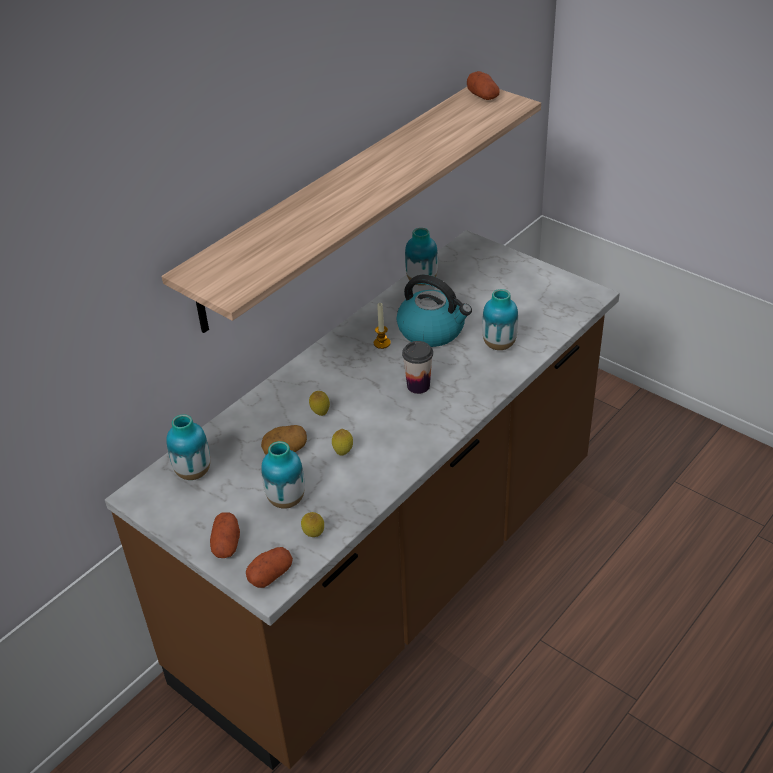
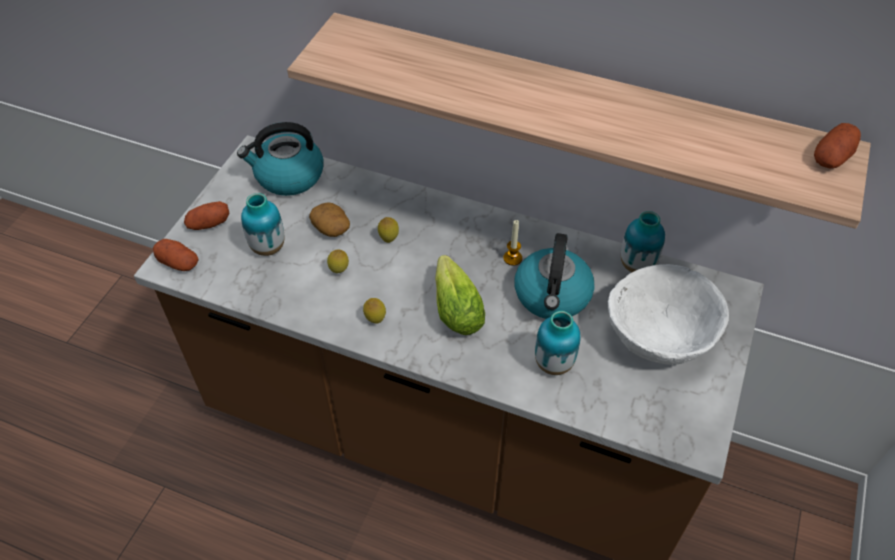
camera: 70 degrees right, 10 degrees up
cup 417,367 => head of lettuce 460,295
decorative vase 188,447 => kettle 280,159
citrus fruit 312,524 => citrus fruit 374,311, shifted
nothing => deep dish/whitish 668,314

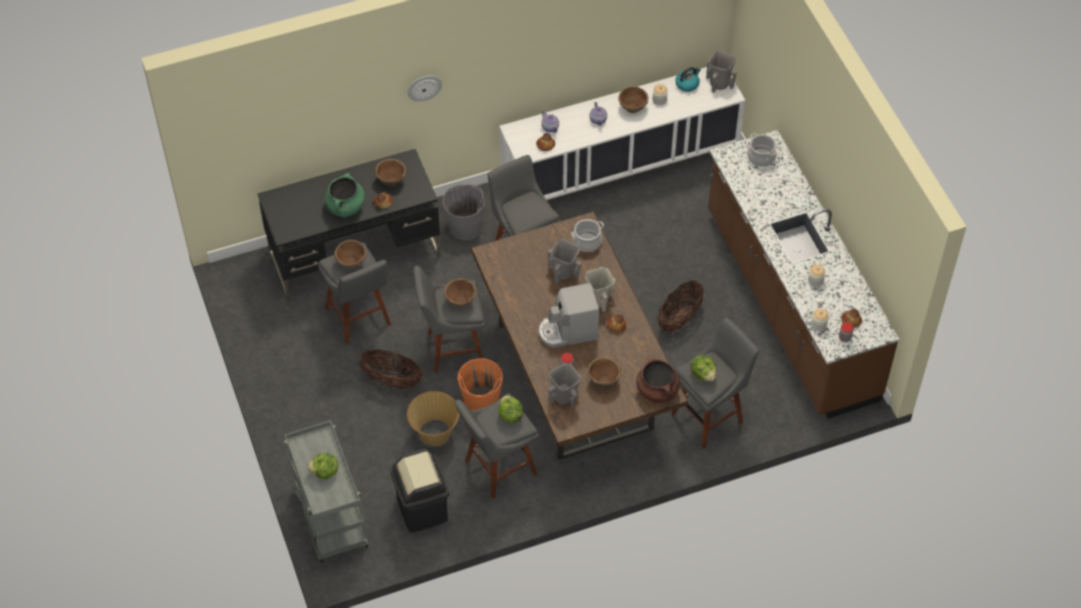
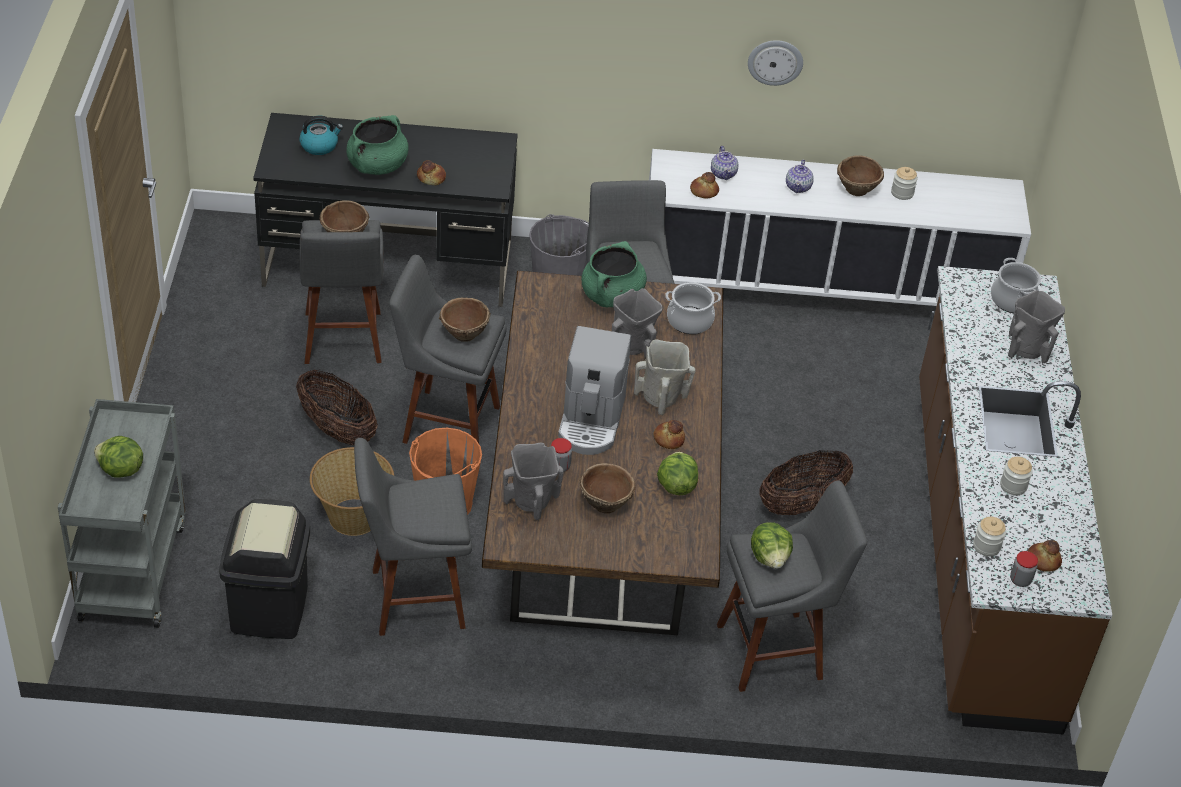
camera: 20 degrees right, 10 degrees down
decorative vase/greyish 721,72 => decorative vase/greyish 1036,327, shifted
kettle 688,79 => kettle 321,135, shifted
wall clock 425,88 => wall clock 775,63, shifted
deep dish/brownish 391,173 => nothing
coffee machine 569,315 => coffee machine 594,390, 90 degrees counterclockwise
cooking pot/brownish 658,380 => nothing
head of lettuce 510,409 => head of lettuce 677,473, shifted
nothing => cooking pot/greenish 614,274

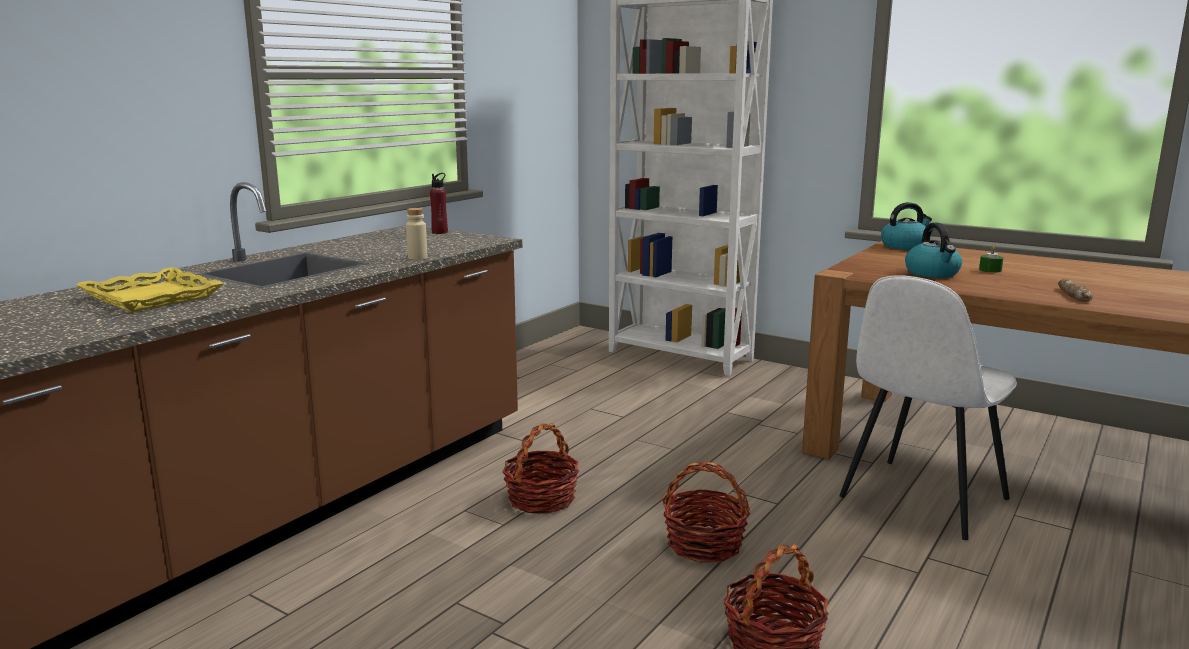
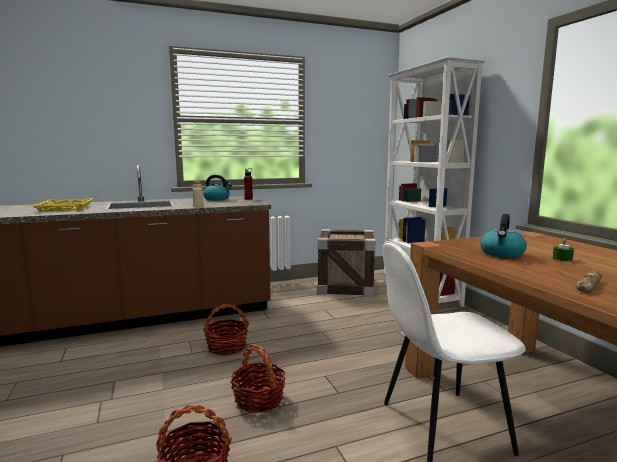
camera: 35 degrees right, 5 degrees down
kettle 906,226 => kettle 217,188, shifted
nothing => packing crate 346,262

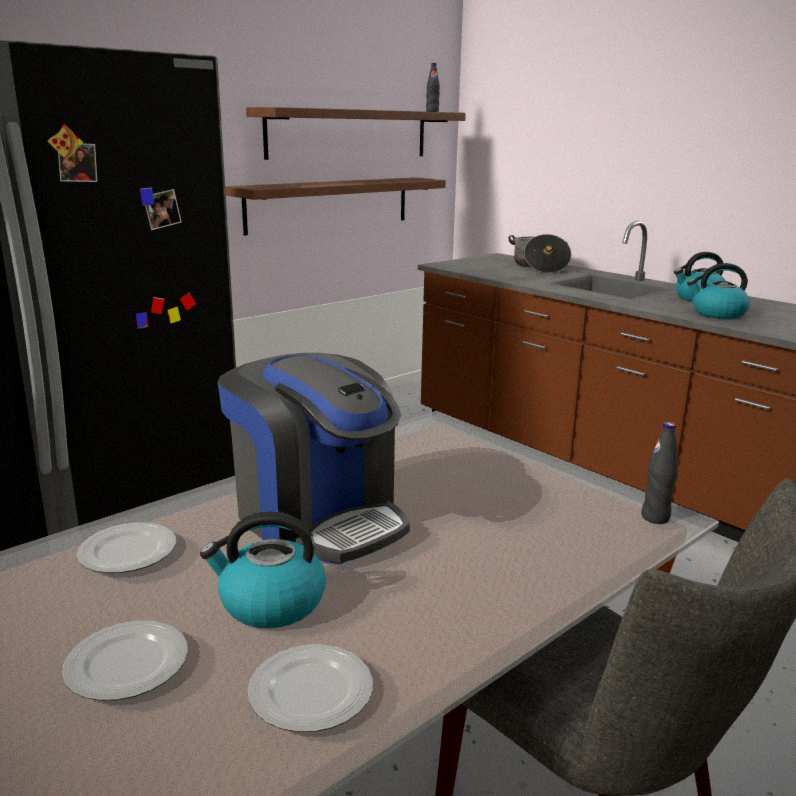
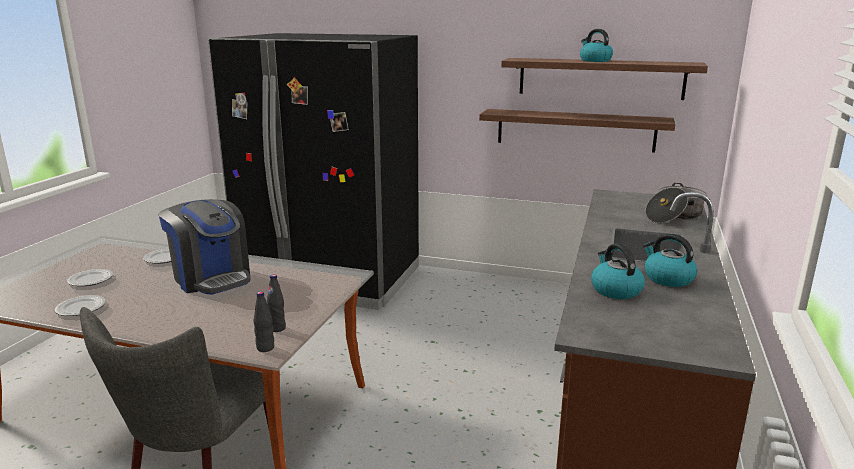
camera: 60 degrees right, 0 degrees up
drink bottle/blackish 433,87 => drink bottle/blackish 276,303, shifted
coffee machine 314,458 => coffee machine 204,247, 60 degrees counterclockwise
kettle 263,569 => kettle 596,45, shifted

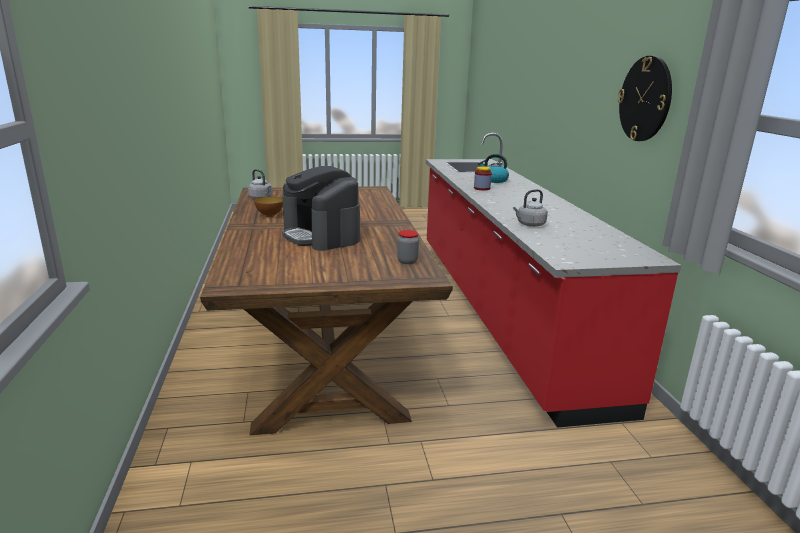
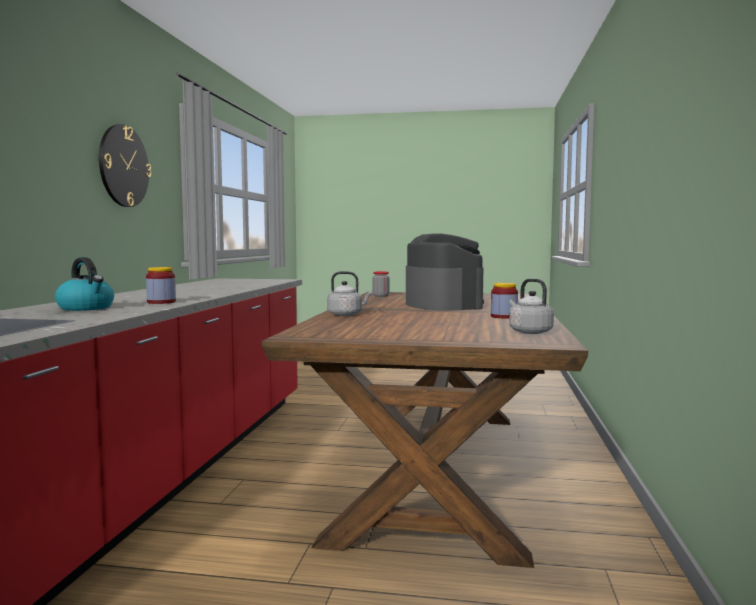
camera: 160 degrees left, 15 degrees down
kettle/greyish 530,208 => kettle/greyish 349,293, shifted
deep dish 268,206 => storage jar 504,301

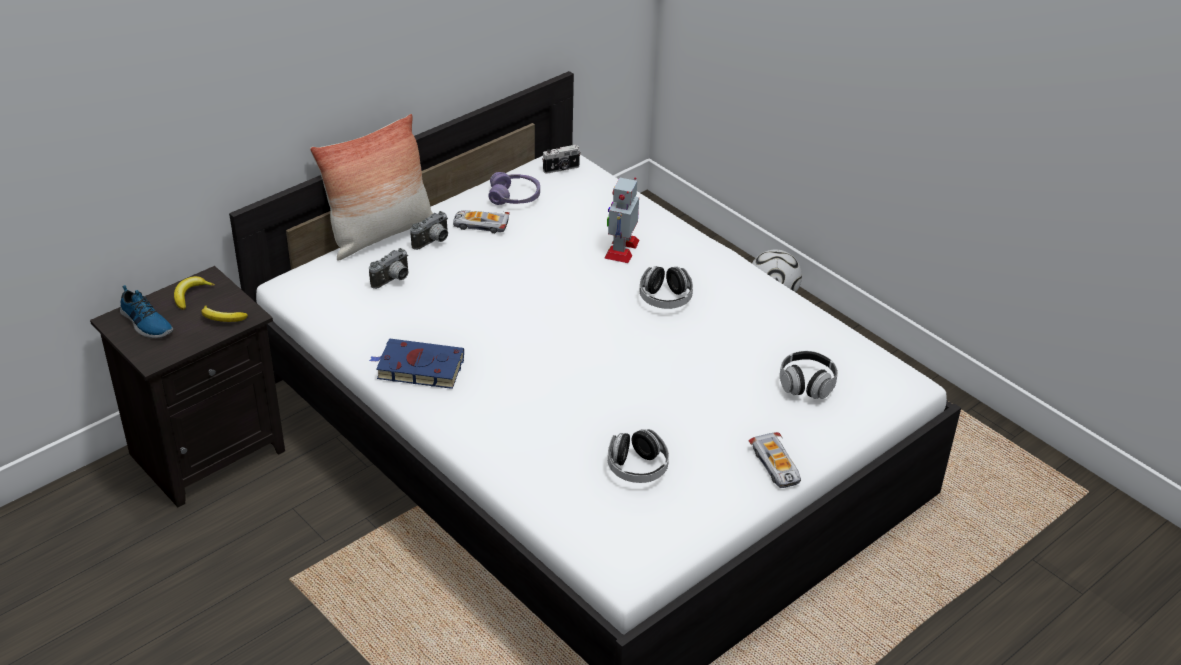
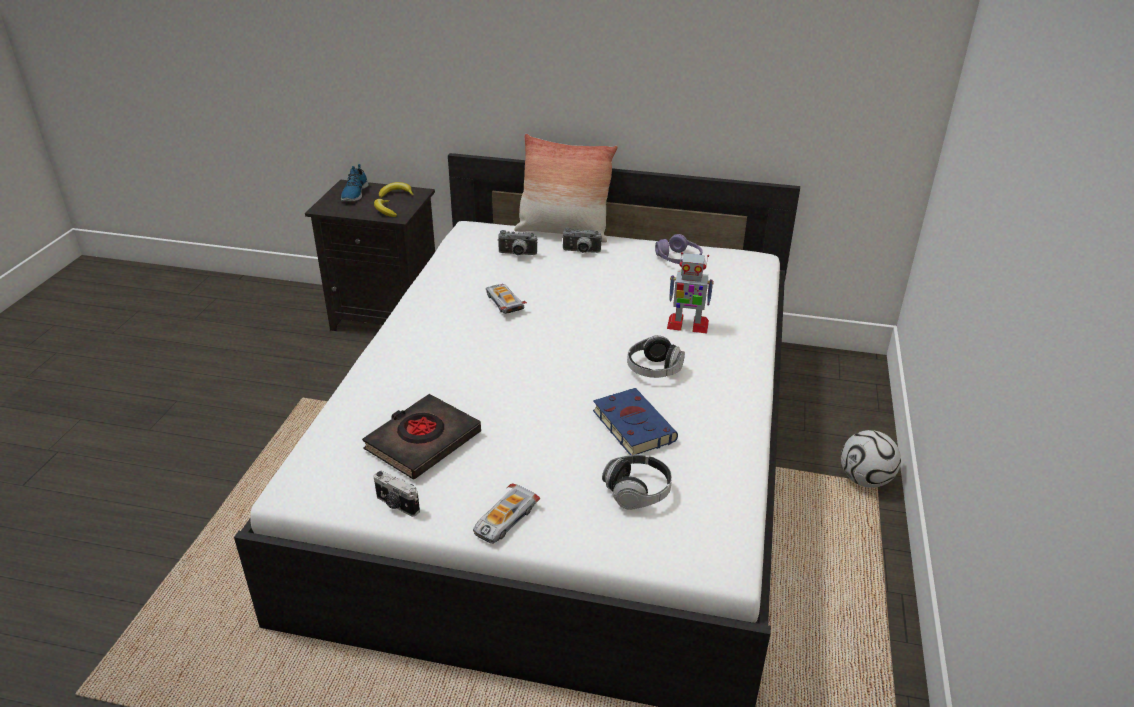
camera: 55 degrees right, 5 degrees down
still camera 561,159 => still camera 397,494, shifted
model robot 622,220 => model robot 690,292, 150 degrees counterclockwise
model car 481,221 => model car 506,299, shifted
volume/bluish 416,363 => volume/bluish 635,422, shifted
headphones 638,456 => volume/blackish 421,437

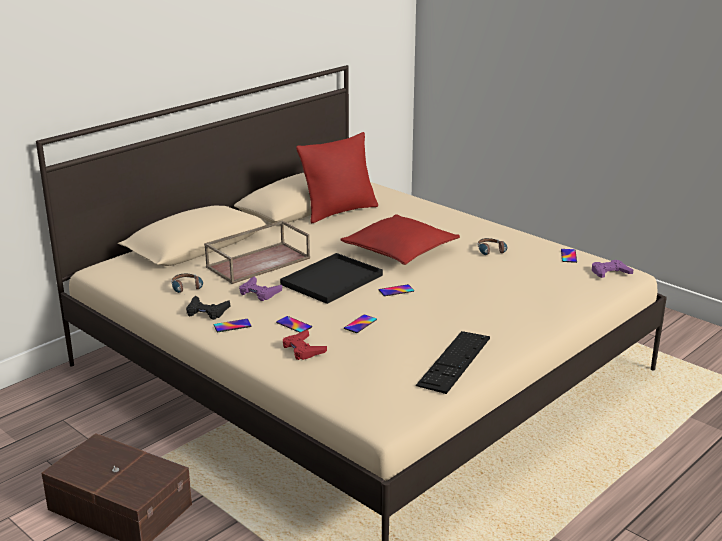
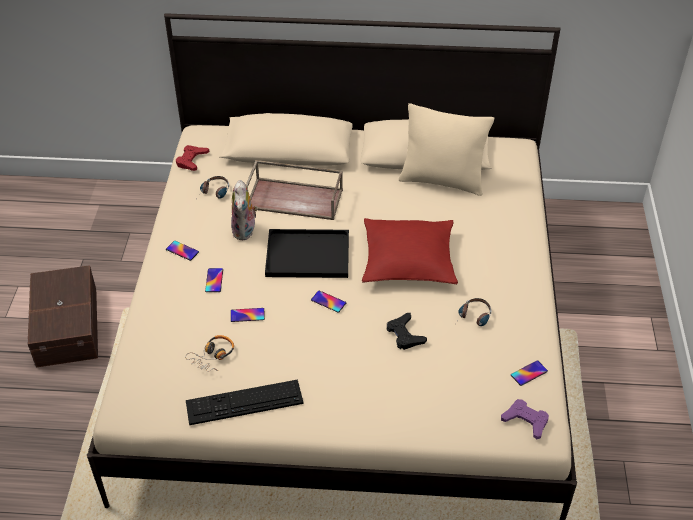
camera: 50 degrees right, 20 degrees up
cushion/reddish 337,178 => cushion/beige-coloured 446,149
game controller/purplish 260,289 => soft toy 244,210
game controller/blackish 208,308 => game controller/blackish 407,331, shifted
game controller/reddish 305,345 => game controller/reddish 192,158, shifted
nothing => headphones 209,353

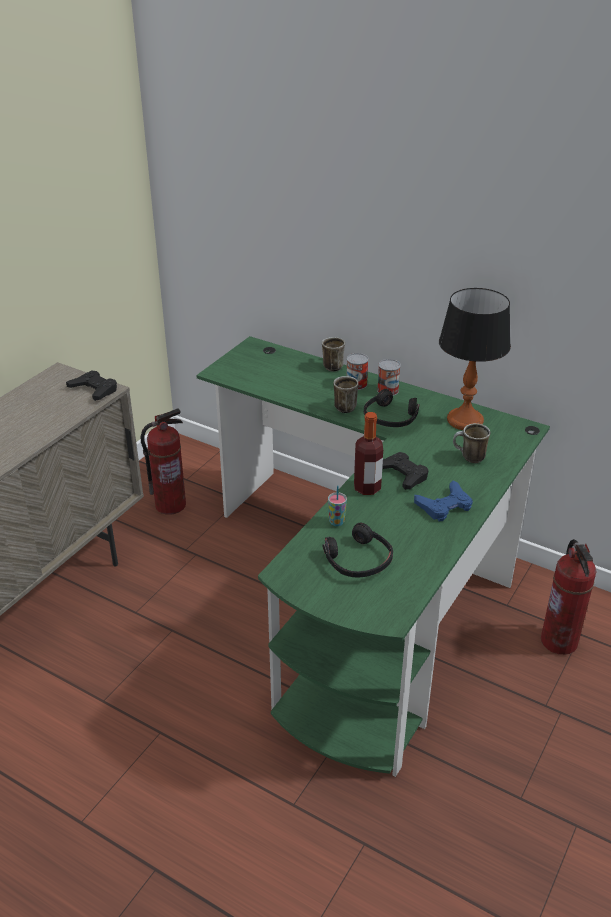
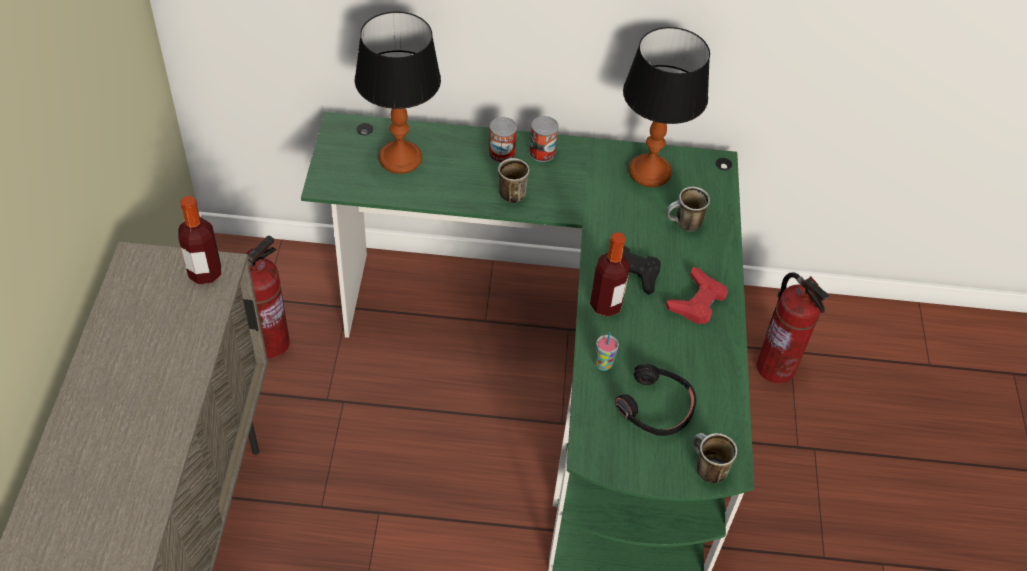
camera: 30 degrees left, 15 degrees up
tea mug 333,354 => tea mug 715,458, shifted
game controller/blackish 91,386 => drink bottle 199,240
headphones/blackish 391,408 => nothing
game controller/bluish 443,500 => game controller/reddish 696,295
nothing => table lamp 398,93

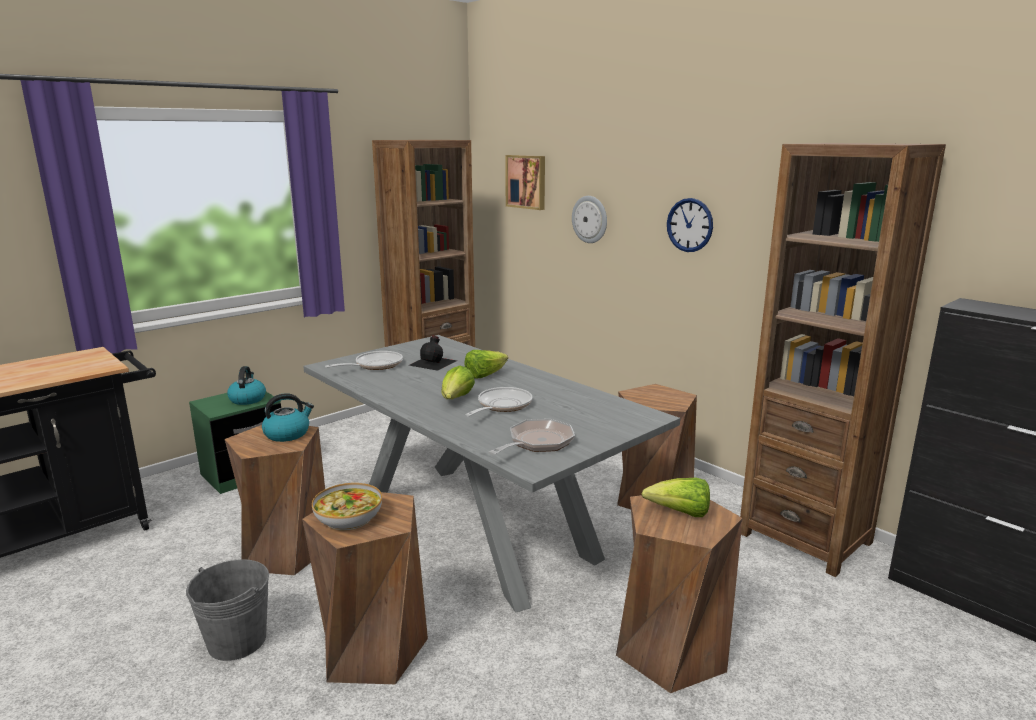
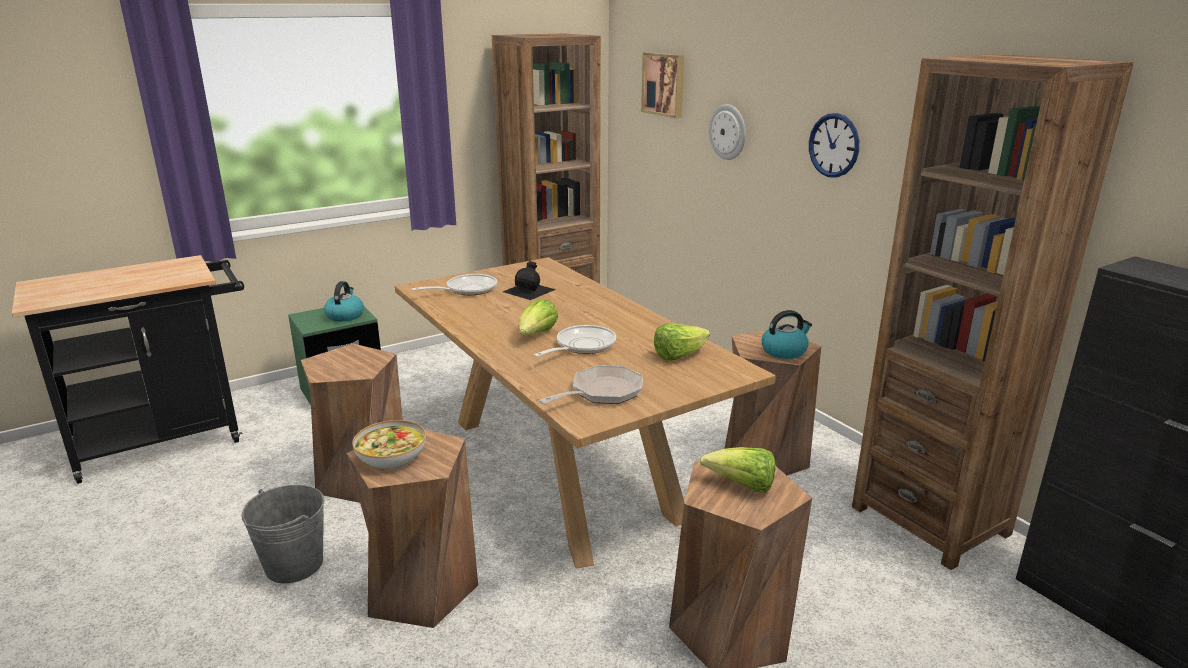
camera: 10 degrees right, 5 degrees up
dinner table/greyish 491,474 => dinner table/brownish 585,412
head of lettuce 486,364 => head of lettuce 682,341, shifted
kettle 288,417 => kettle 786,334, shifted

